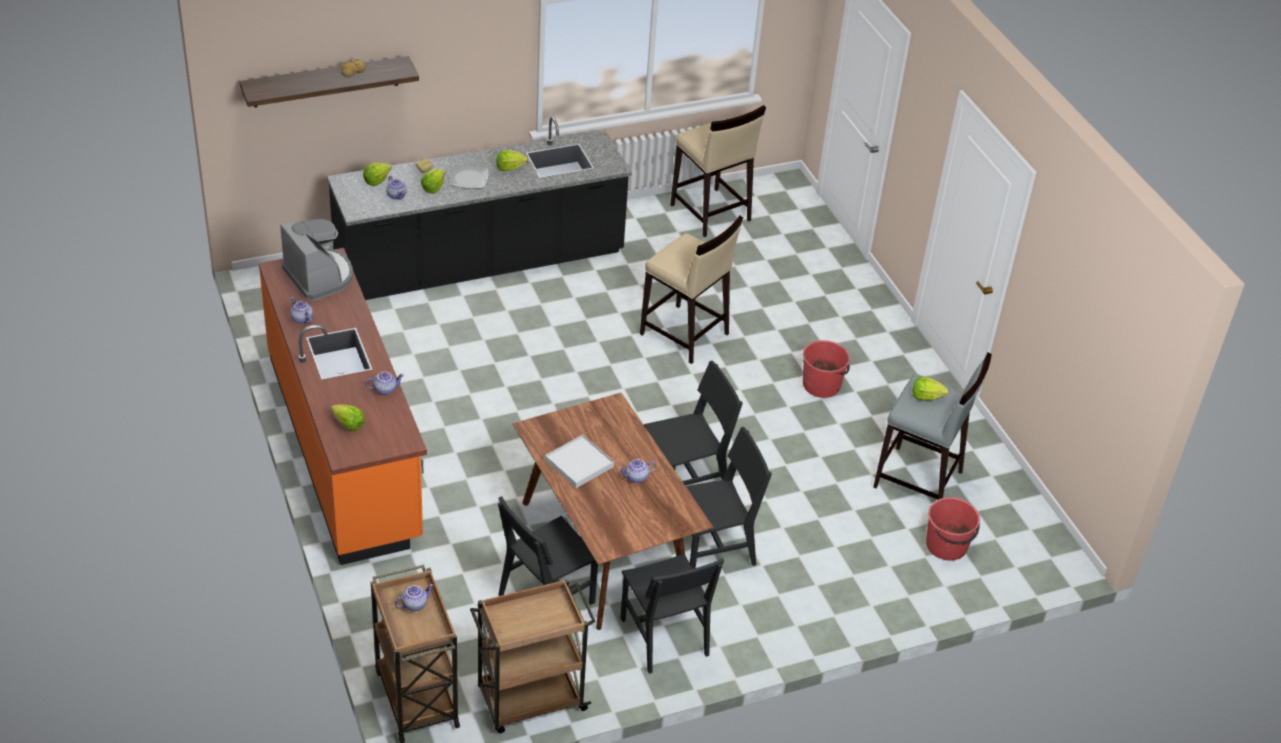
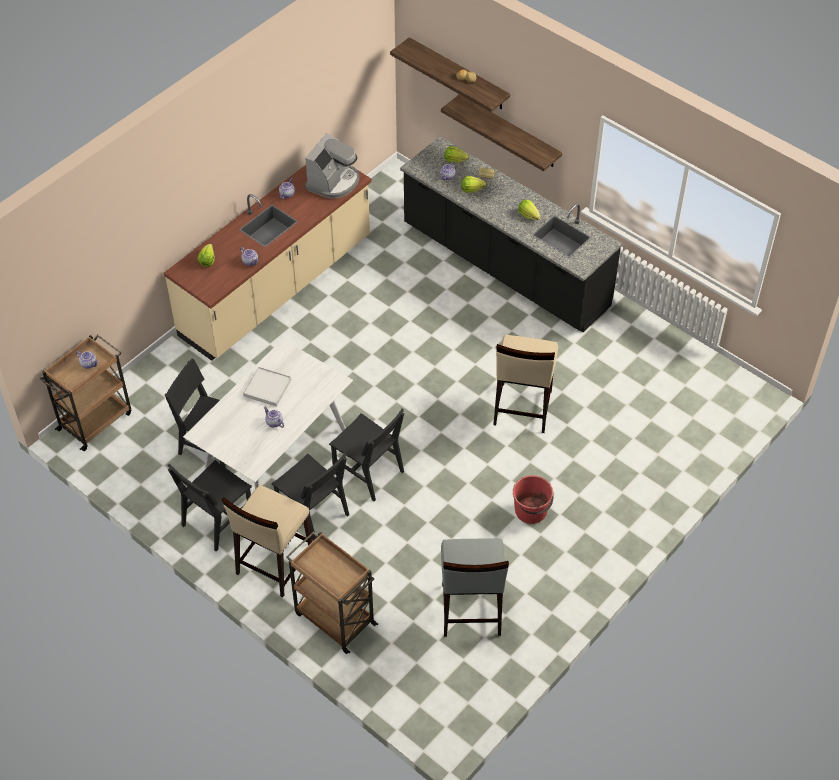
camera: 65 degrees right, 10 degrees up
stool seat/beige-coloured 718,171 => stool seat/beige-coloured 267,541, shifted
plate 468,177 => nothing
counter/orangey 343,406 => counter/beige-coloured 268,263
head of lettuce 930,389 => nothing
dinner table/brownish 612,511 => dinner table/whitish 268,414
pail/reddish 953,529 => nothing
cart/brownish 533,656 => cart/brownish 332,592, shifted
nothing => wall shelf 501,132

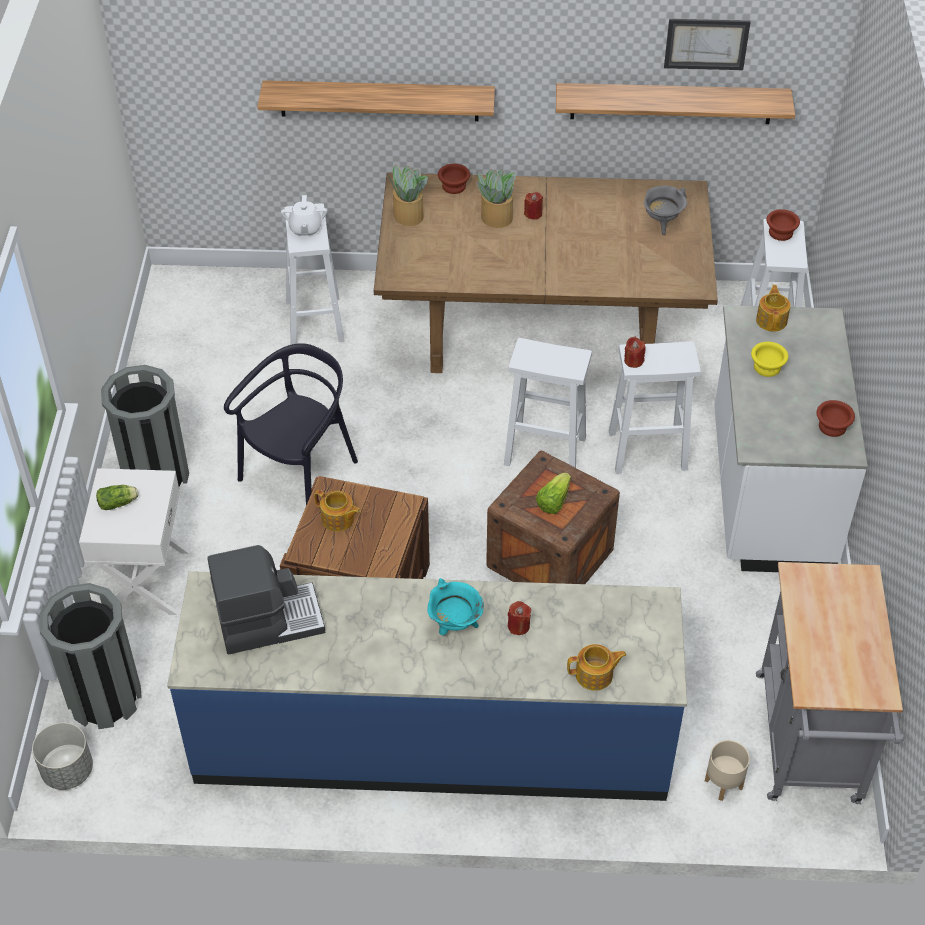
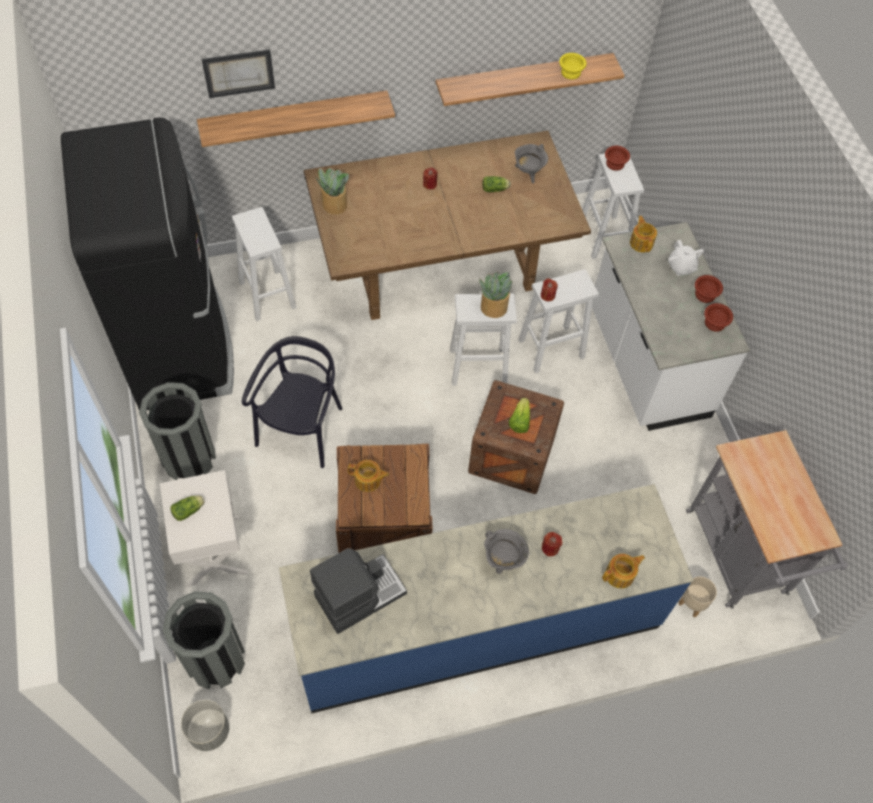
camera: 20 degrees left, 10 degrees up
wall picture 707,44 => wall picture 238,73, shifted
deep dish/brownish 454,179 => deep dish/brownish 709,289, shifted
plant in a pot 496,198 => plant in a pot 496,294, shifted
teapot/whitish 304,215 => teapot/whitish 686,258, shifted
deep dish/yellowish 769,359 => deep dish/yellowish 573,66, shifted
cooking pot/turquoise-coloured 455,606 => cooking pot/greyish 506,551
nothing => refrigerator/blackish 147,264
nothing => head of lettuce 496,184

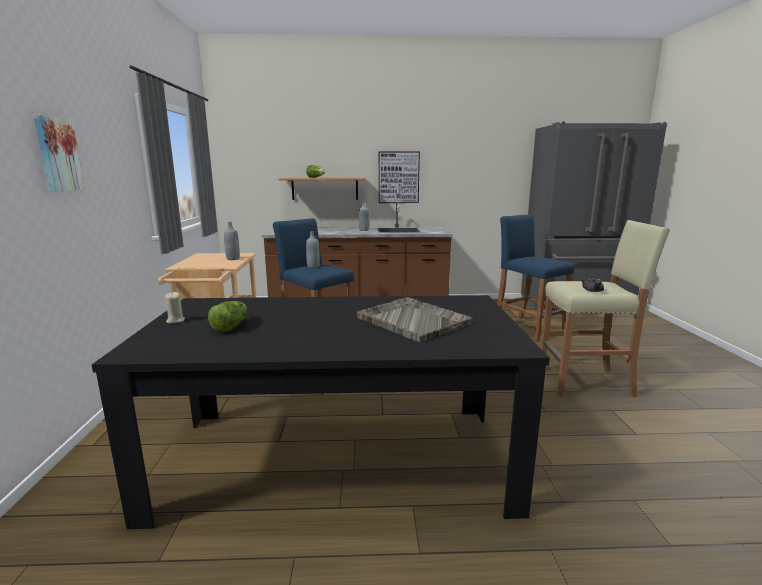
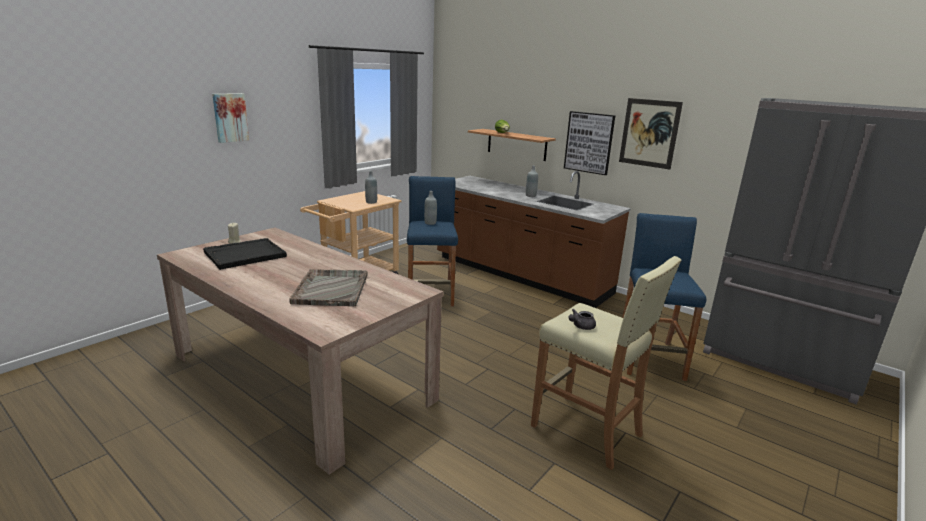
camera: 40 degrees right, 5 degrees up
dinner table/blackish 321,412 => dinner table/beige-coloured 300,351
head of lettuce 227,316 => serving tray/blackish 245,254
nothing => wall picture 651,133

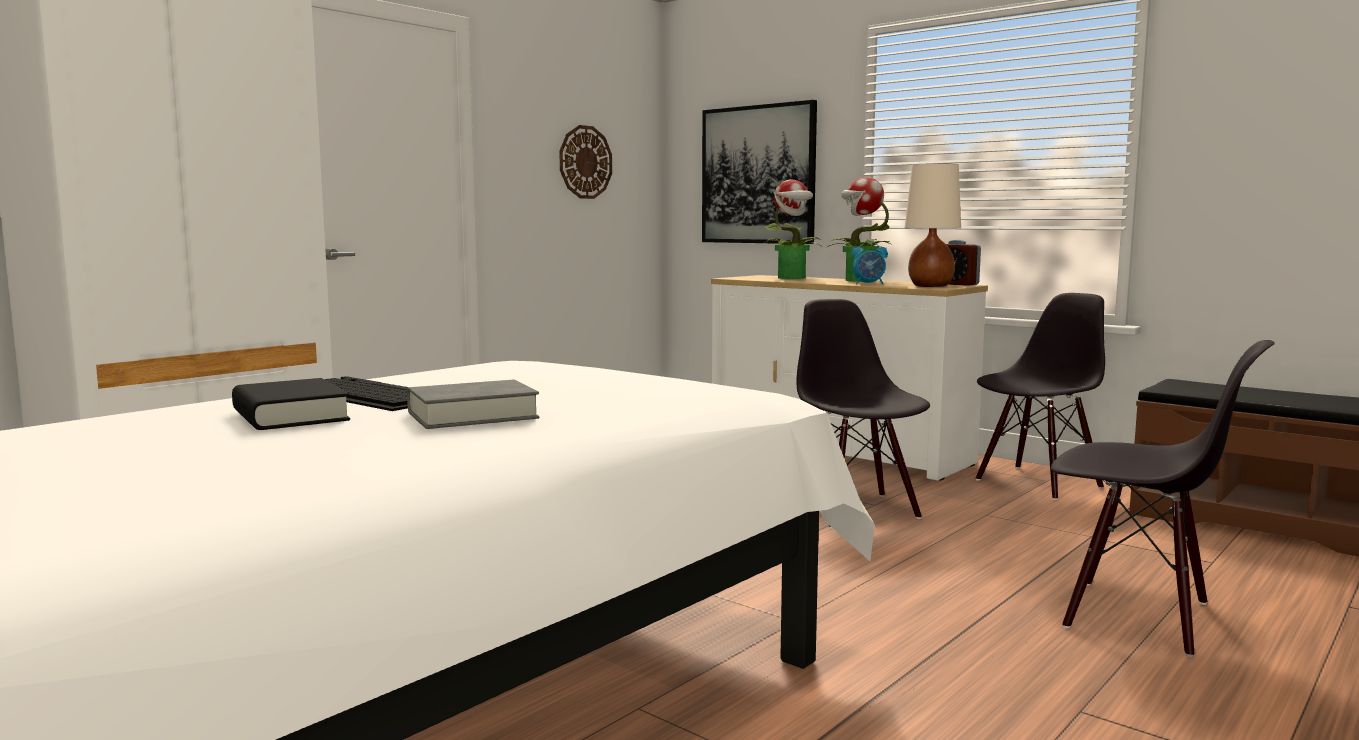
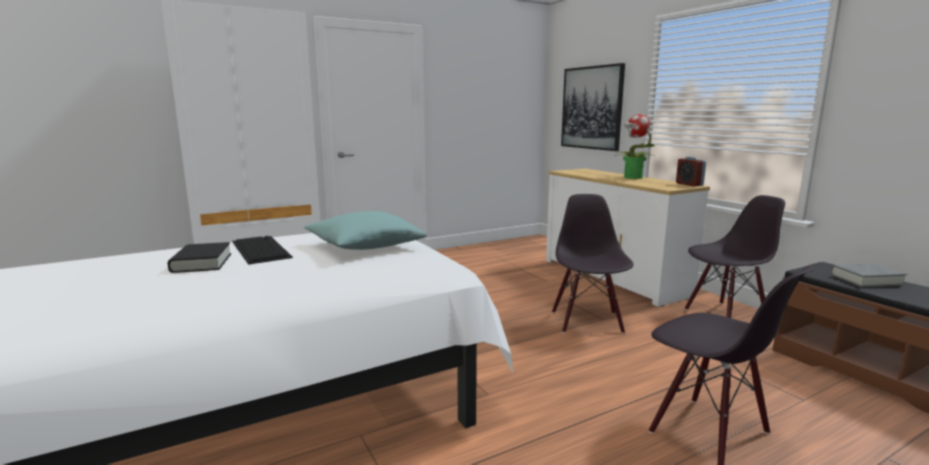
camera: 20 degrees right, 5 degrees up
wall clock 585,162 => nothing
table lamp/beige-coloured 933,225 => nothing
plant in a pot 792,229 => nothing
bedside clock 870,262 => nothing
volume/greyish 473,404 => volume/greyish 868,275, shifted
nothing => cushion/turquoise-coloured 365,230

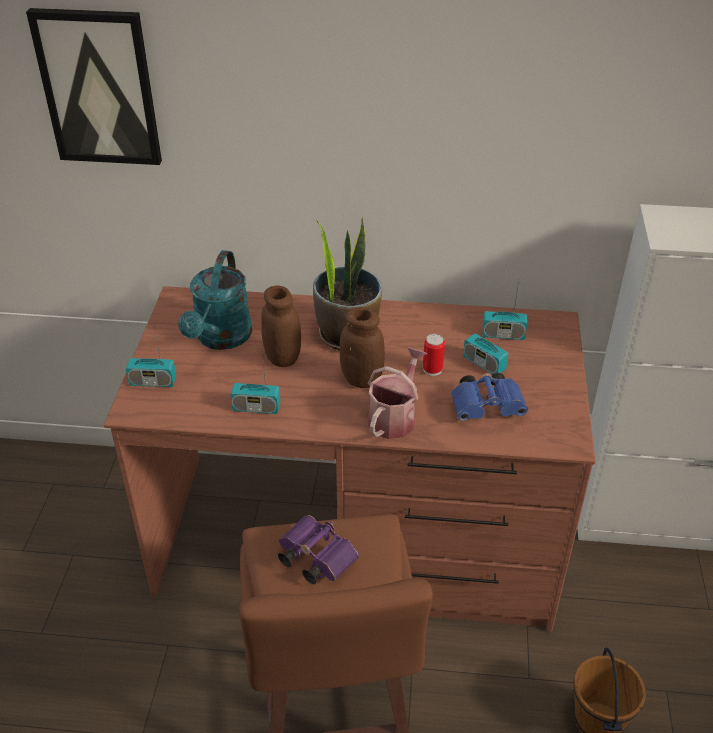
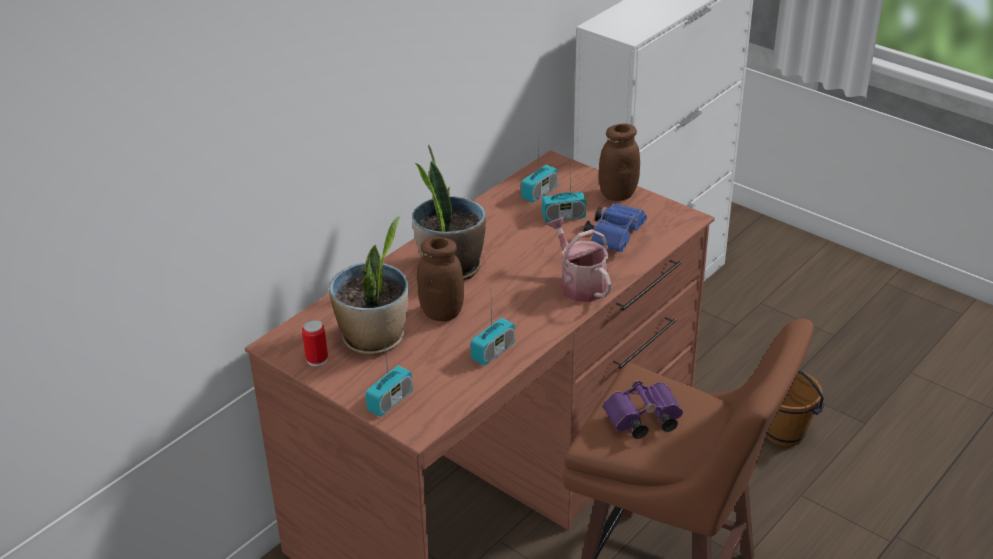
camera: 55 degrees left, 5 degrees down
wall picture 94,86 => nothing
watering can/turquoise-coloured 215,300 => plant in a pot 369,285
storage jar/brownish 362,347 => storage jar/brownish 619,162, shifted
sealed can 434,355 => sealed can 315,343, shifted

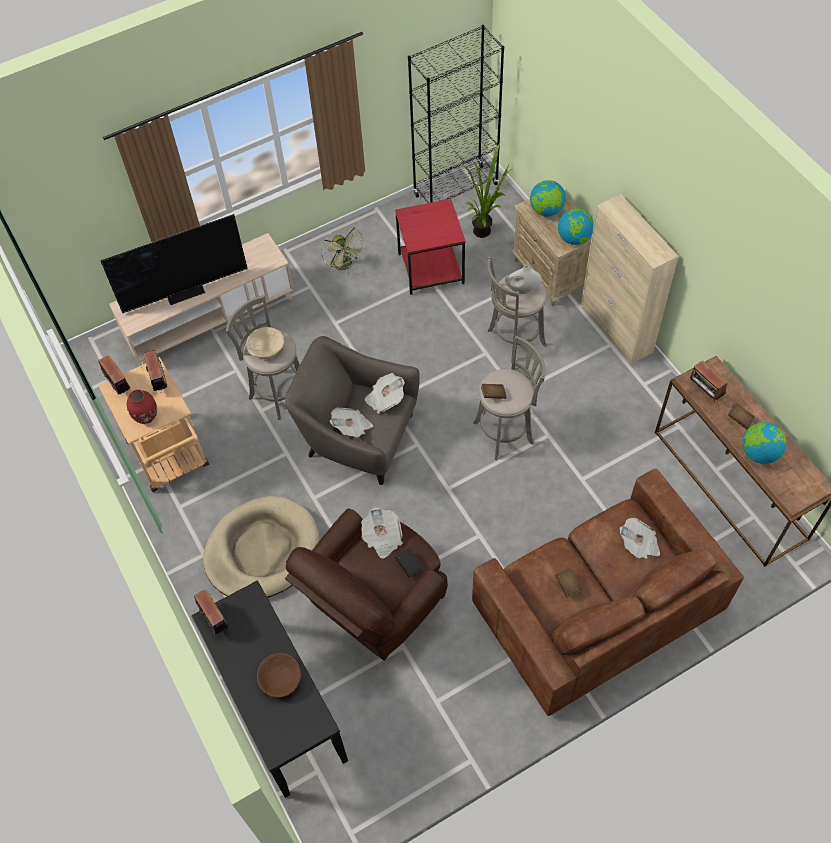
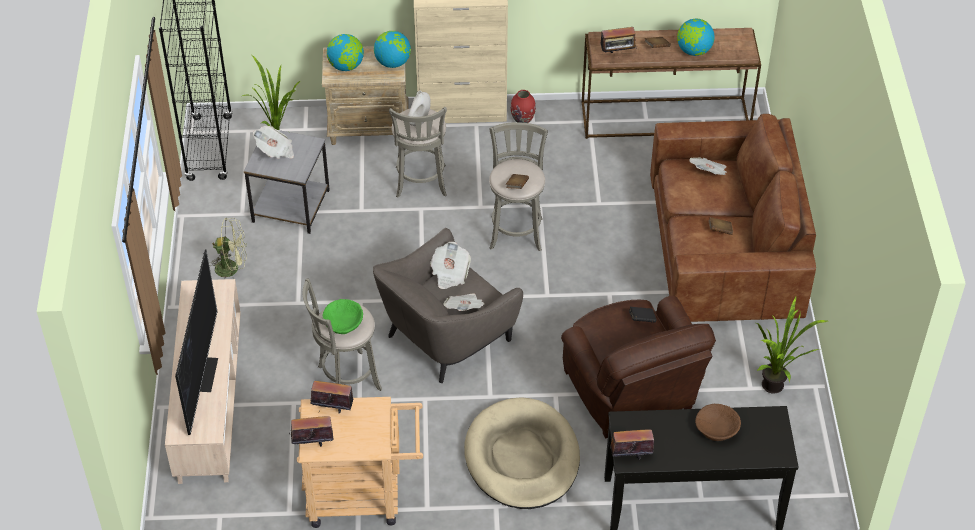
camera: 65 degrees left, 10 degrees down
end table/reddish 430,247 => end table/greyish 287,182
deep dish/beige-coloured 265,343 => deep dish/greenish 343,316
decorative vase/reddish 142,407 => decorative vase/reddish 523,106, shifted
newspaper 382,533 => newspaper 273,142, shifted
nothing => plant in a pot 792,345

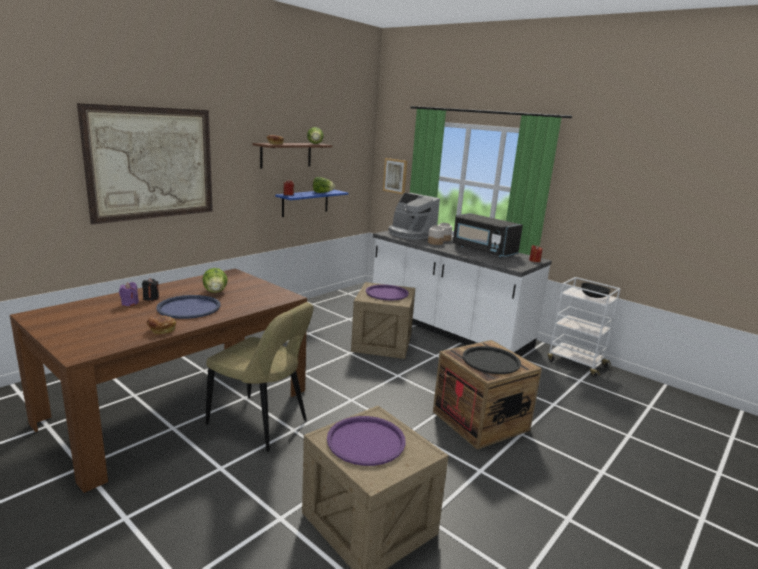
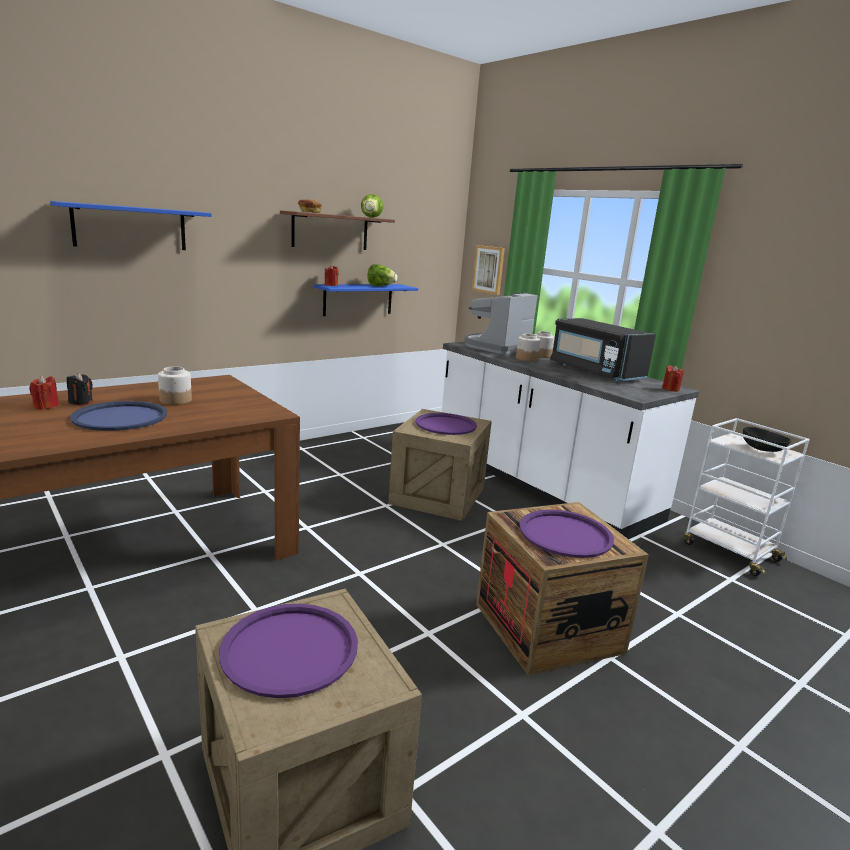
camera: 10 degrees right, 0 degrees up
wall picture 145,163 => wall shelf/bluish 131,225
coffee machine 414,216 => coffee machine 501,323, 75 degrees clockwise
head of lettuce 215,280 => storage jar 175,386
candle/purplish 129,294 => candle/reddish 44,392
plain chair/beige-coloured 260,377 => nothing
baked bread 161,324 => nothing
serving tray/blackish 492,360 => serving tray/purplish 567,533

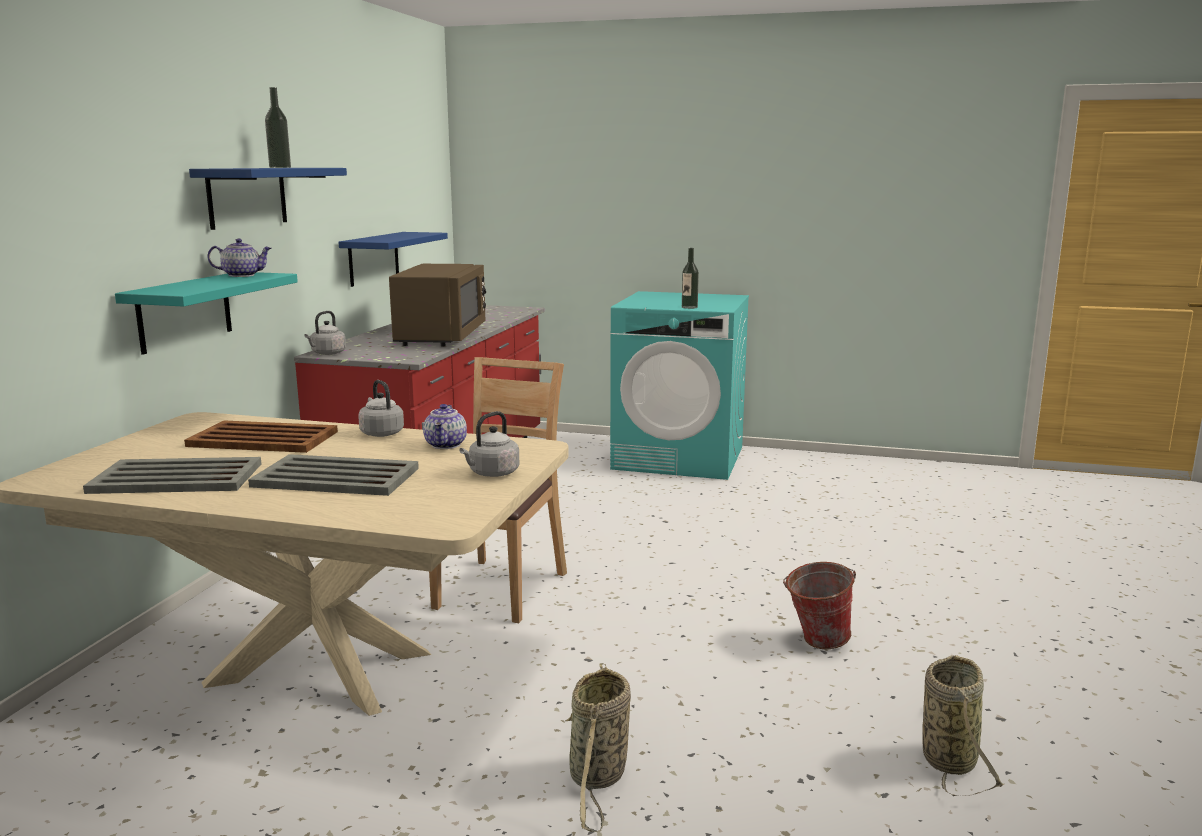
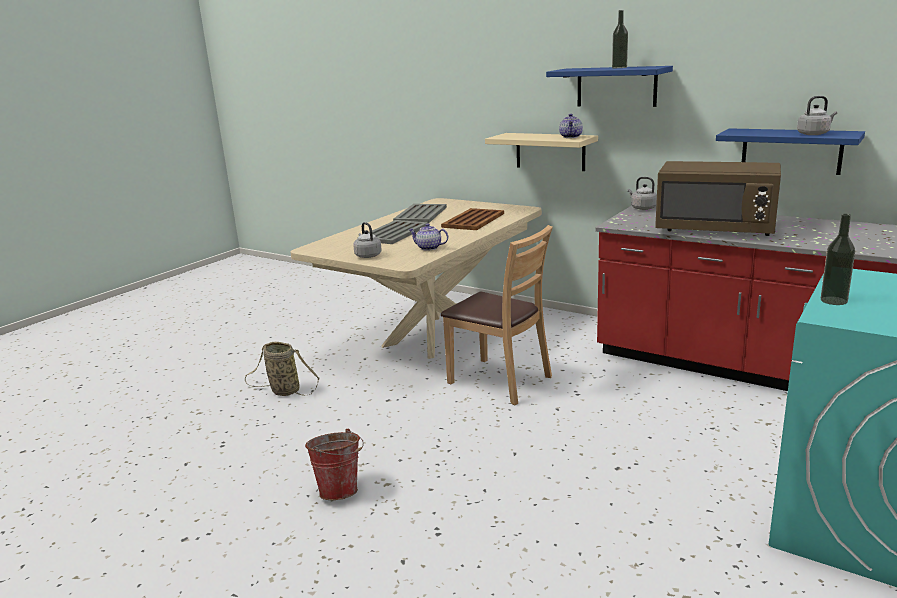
camera: 110 degrees right, 5 degrees up
wall shelf/turquoise-coloured 206,313 => wall shelf/beige-coloured 541,152
kettle/greyish 381,408 => kettle/greyish 817,115, shifted
storage basket 963,725 => nothing

